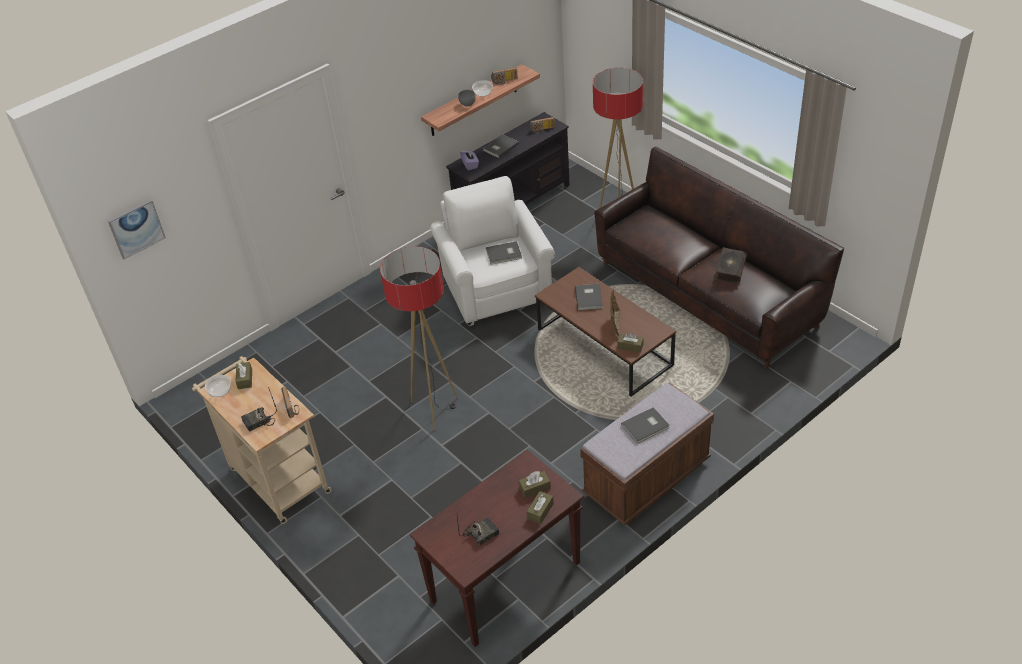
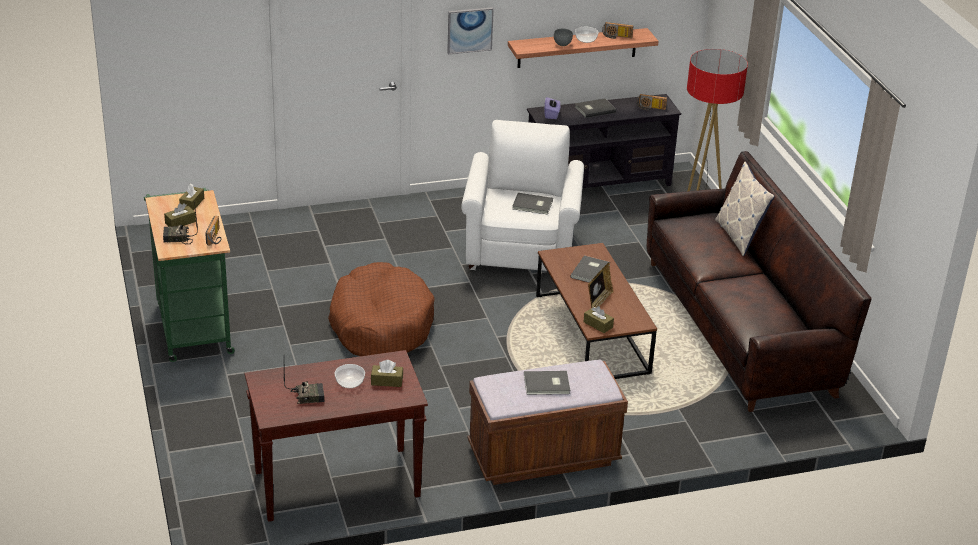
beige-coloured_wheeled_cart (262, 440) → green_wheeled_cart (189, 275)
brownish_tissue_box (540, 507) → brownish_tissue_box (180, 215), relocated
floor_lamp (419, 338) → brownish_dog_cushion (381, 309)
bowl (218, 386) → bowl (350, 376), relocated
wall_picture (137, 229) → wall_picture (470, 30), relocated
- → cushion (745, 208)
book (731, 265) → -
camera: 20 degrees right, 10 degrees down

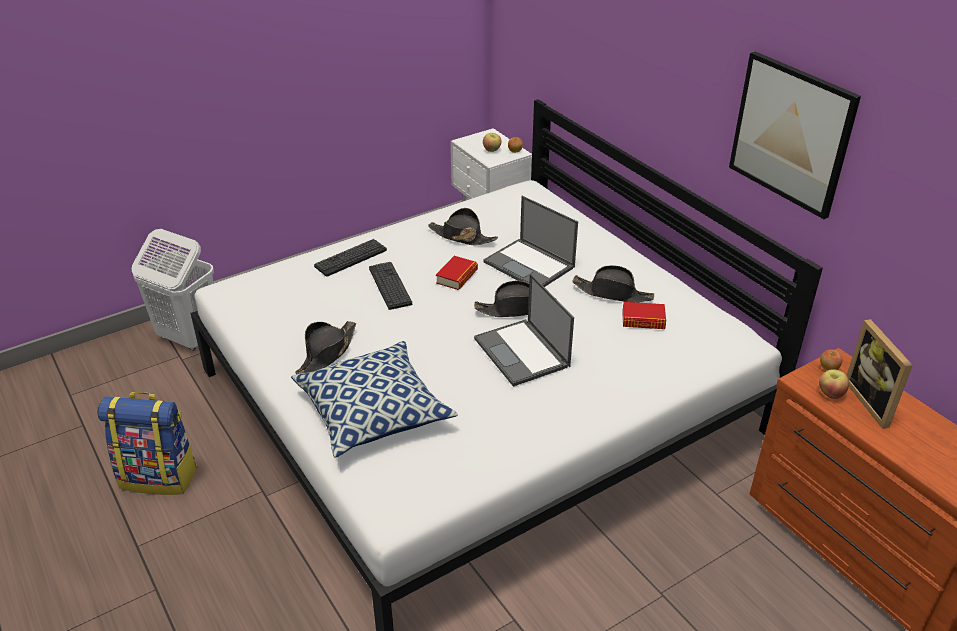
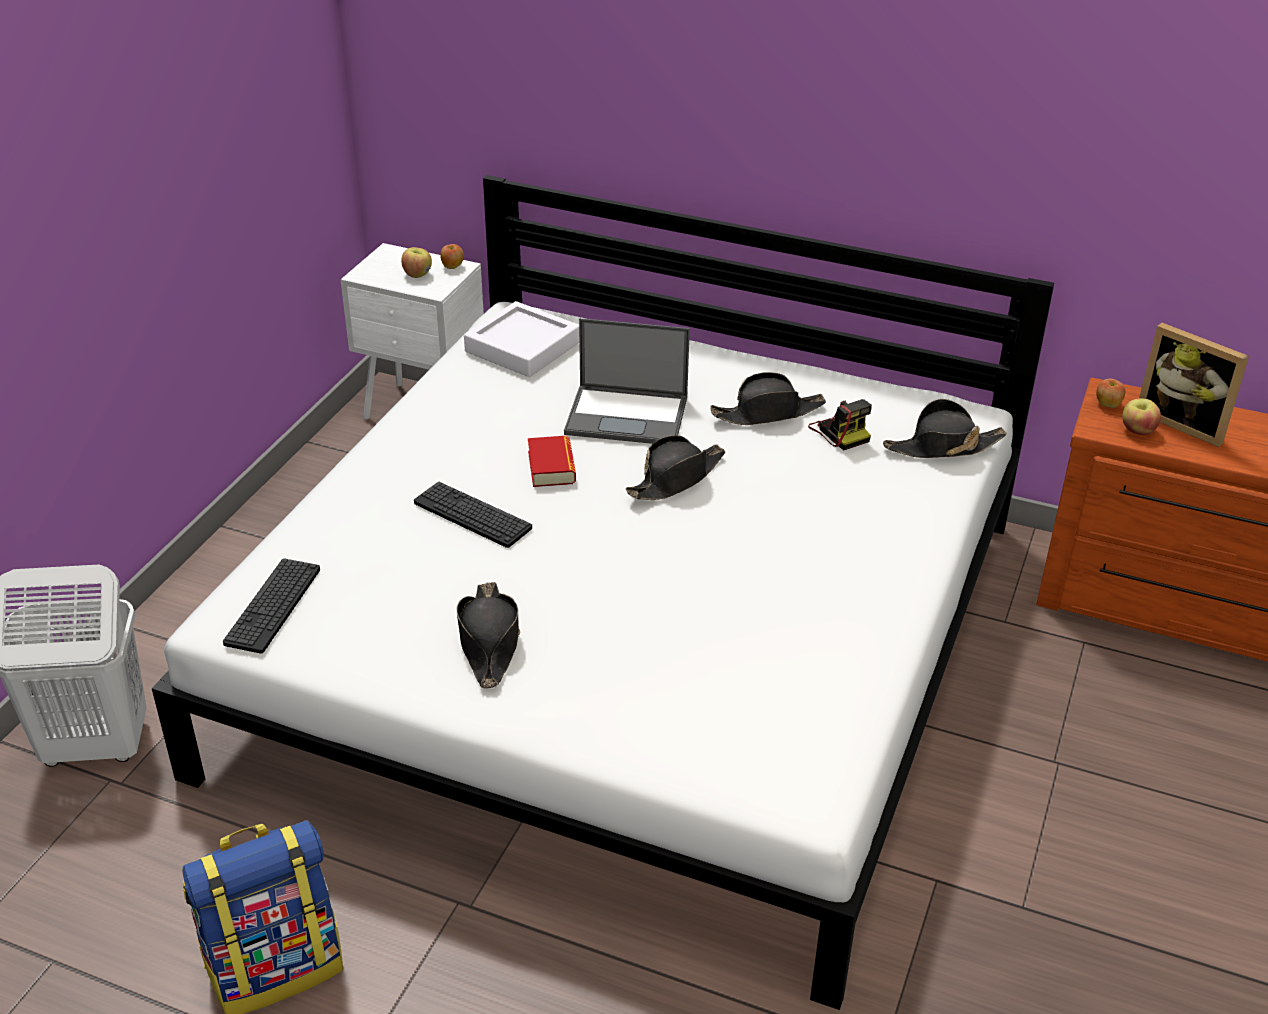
computer_keyboard (350, 258) → computer_keyboard (271, 606), relocated
- → white-coloured_serving_tray (521, 339)
book (644, 315) → still_camera (840, 424)
black_wearable_hat (463, 227) → black_wearable_hat (945, 428), relocated
cushion (374, 399) → -
notebook_computer (524, 330) → -
wall_picture (795, 135) → -
camera: 35 degrees left, 0 degrees up

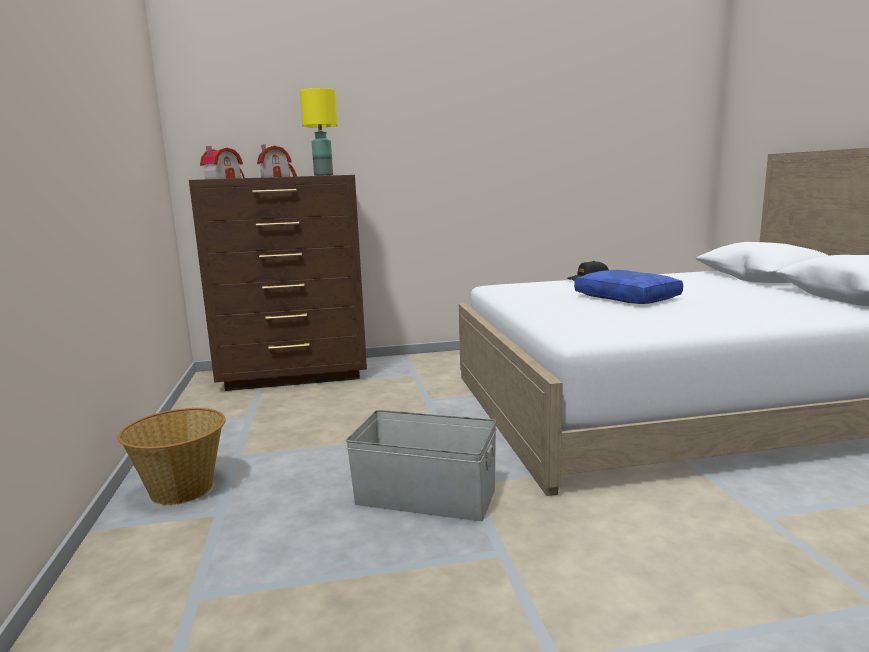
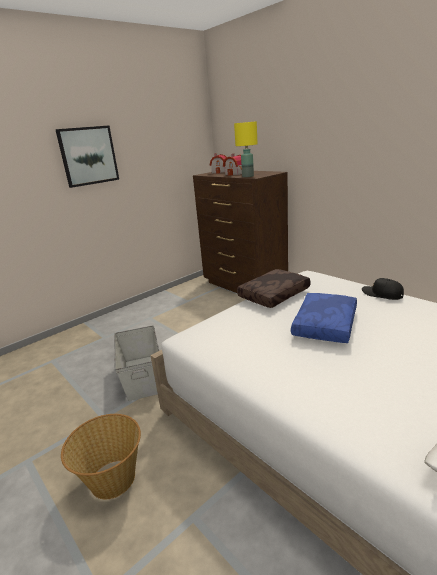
- → wall_picture (87, 157)
household_basket (172, 456) → household_basket (101, 456), relocated
- → brownish_cushion (273, 288)
camera: 60 degrees right, 10 degrees up

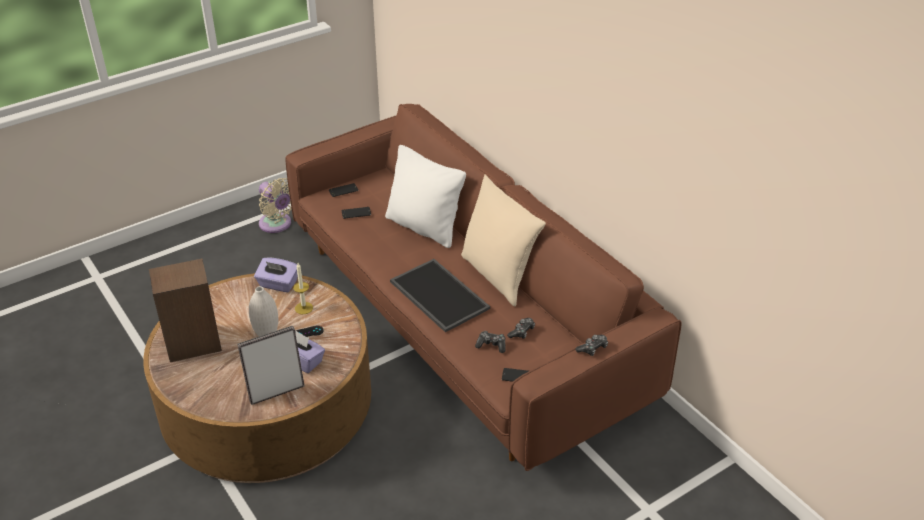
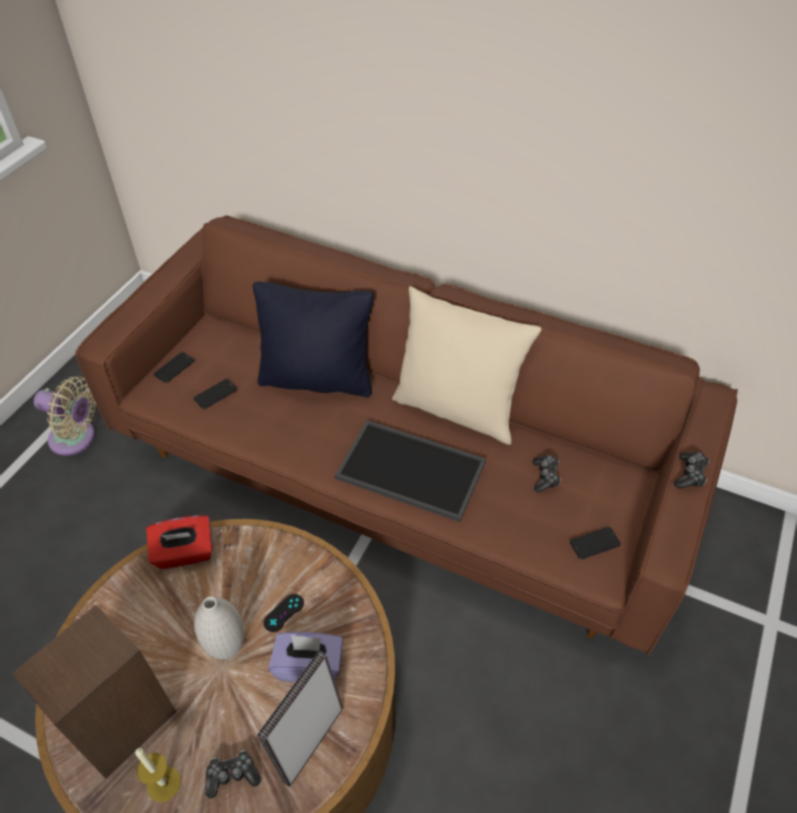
candle (303, 288) → candle (158, 775), relocated
purple_tissue_box (276, 274) → red-coloured_tissue_box (179, 542)
gamepad (490, 342) → gamepad (233, 774), relocated
white-coloured_cushion (425, 196) → black_cushion (313, 339)
camera: 30 degrees left, 10 degrees up

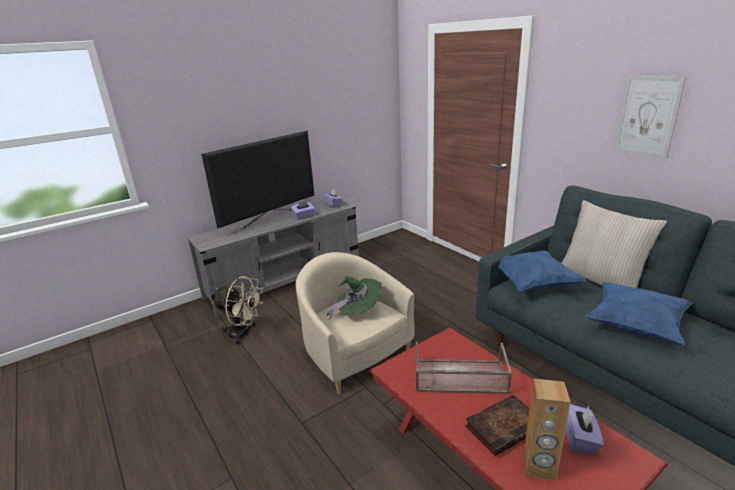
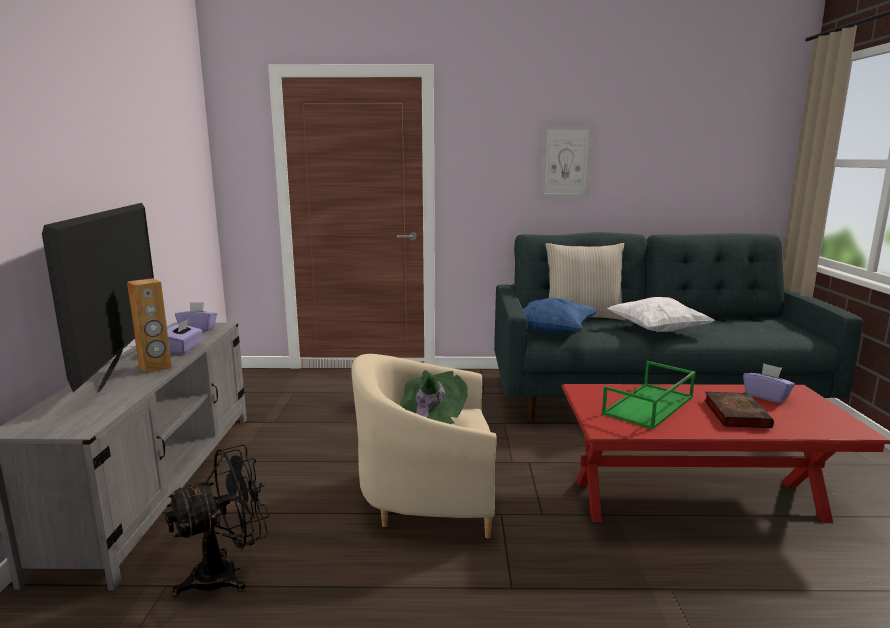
brownish_speaker (547, 430) → brownish_speaker (149, 326), relocated
beige-coloured_electric_fan (237, 310) → black_electric_fan (217, 520)
brownish_serving_tray (464, 368) → green_serving_tray (648, 395)
blue-coloured_cushion (638, 313) → white-coloured_cushion (661, 314)
camera: 55 degrees left, 10 degrees down

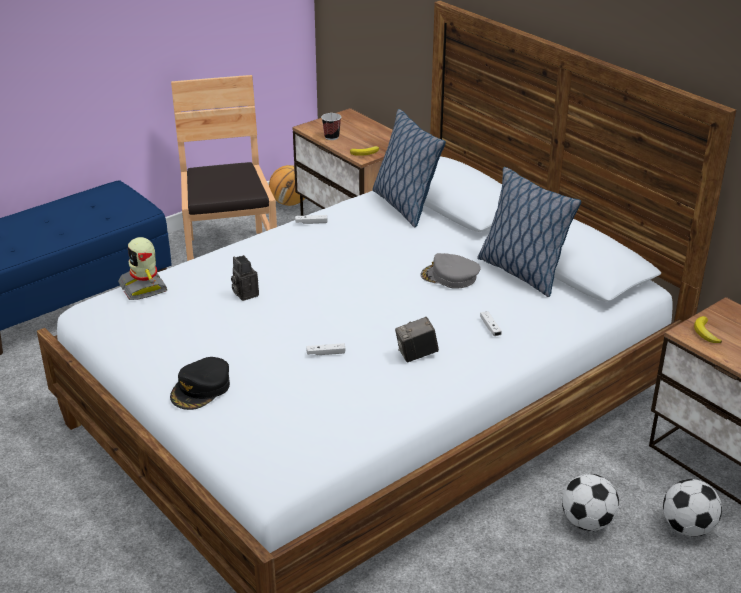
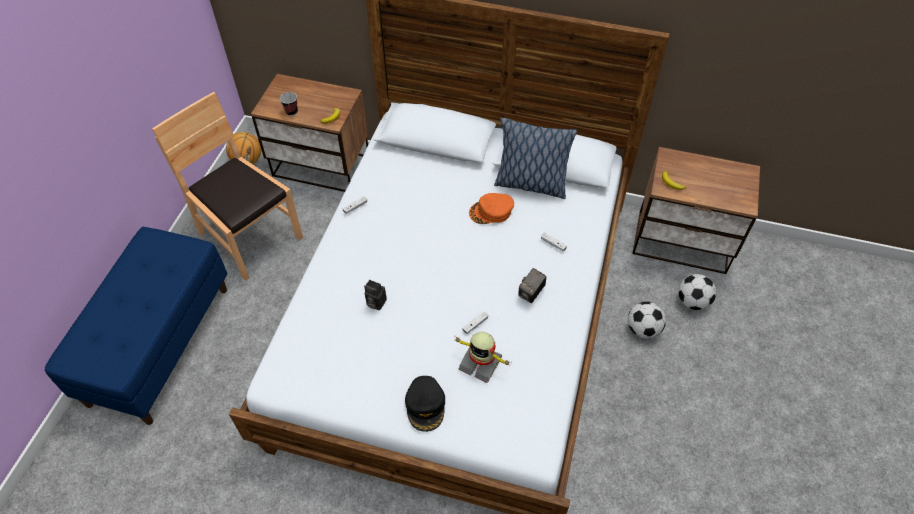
model_robot (142, 268) → model_robot (481, 357), relocated
grey_baseball_cap (450, 271) → orangey_baseball_cap (491, 208)
cushion (409, 168) → -
camera: 35 degrees left, 20 degrees up

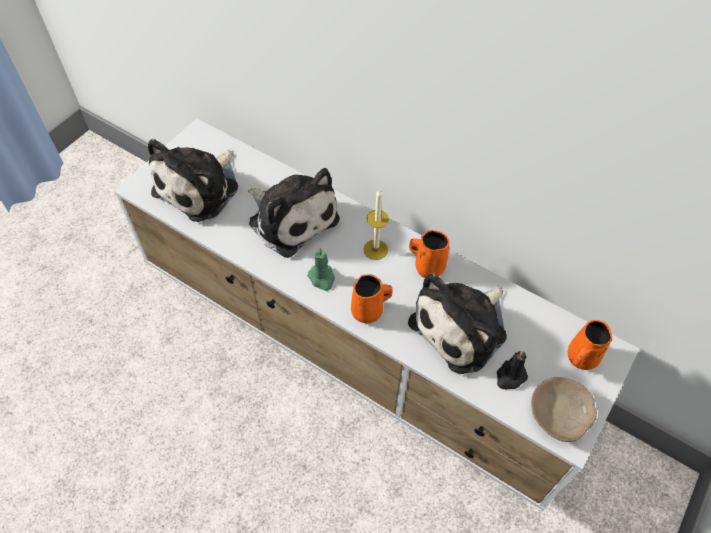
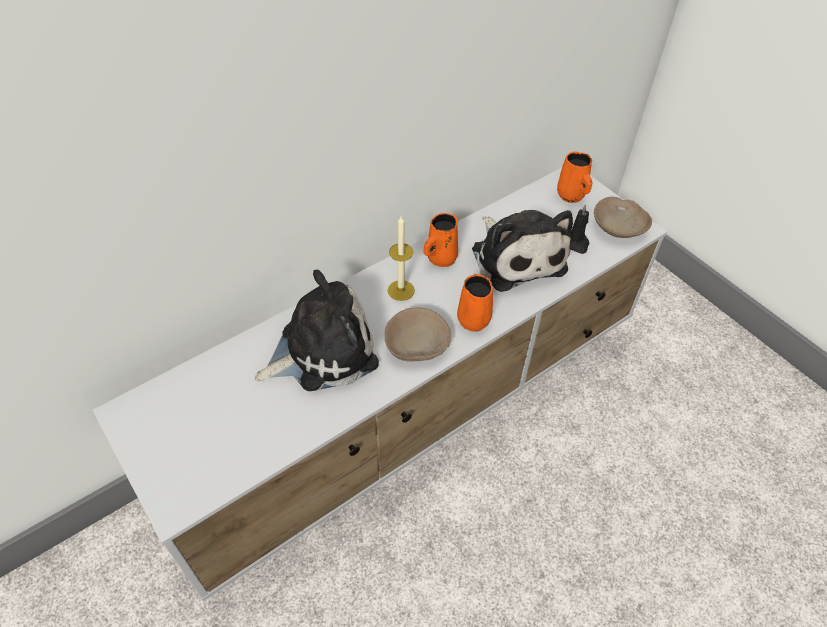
green_candle (321, 269) → beige-coloured_bowl (417, 335)
soft_toy (193, 180) → -
camera: 70 degrees left, 5 degrees down

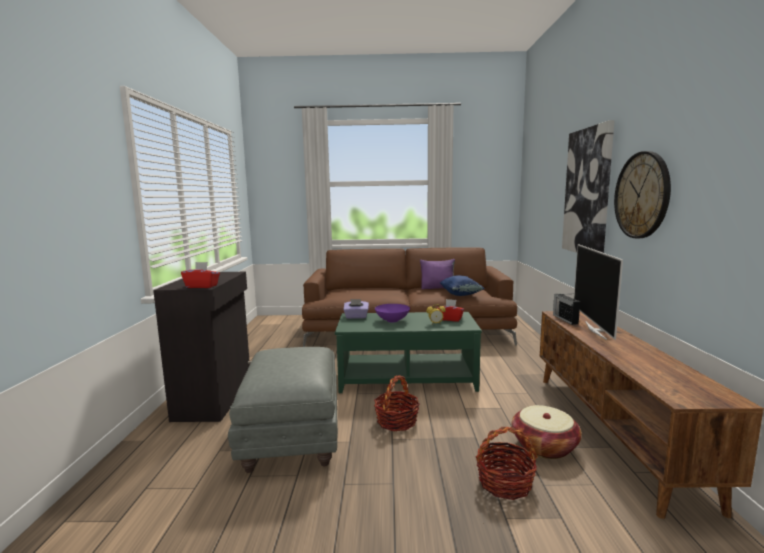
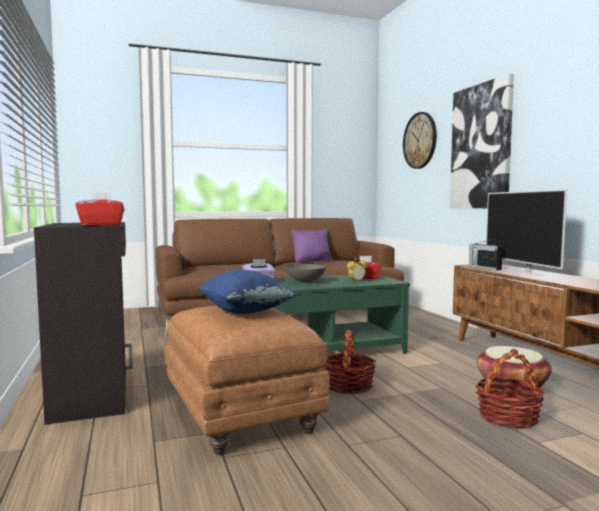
grey_ottoman (283, 410) → brownish_ottoman (247, 380)
blue-coloured_cushion (462, 285) → blue-coloured_cushion (247, 292), relocated
purple_bowl (392, 313) → grey_bowl (306, 273)
hanging_clock (642, 194) → hanging_clock (420, 140), relocated
camera: 20 degrees left, 5 degrees down

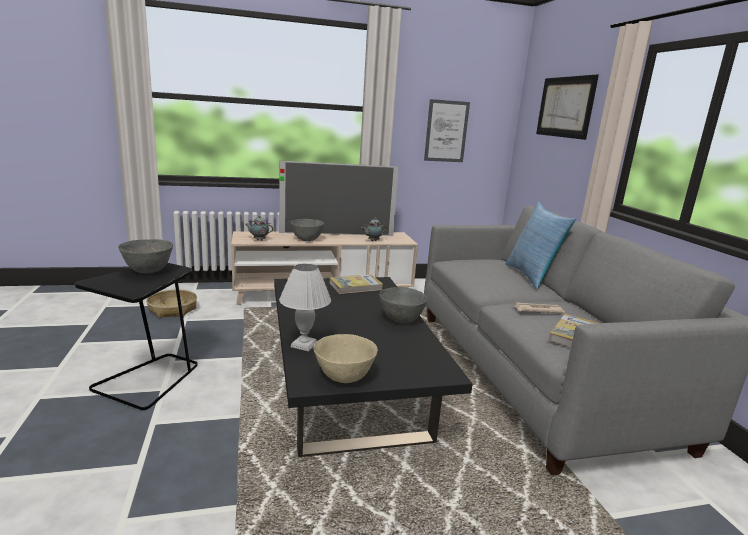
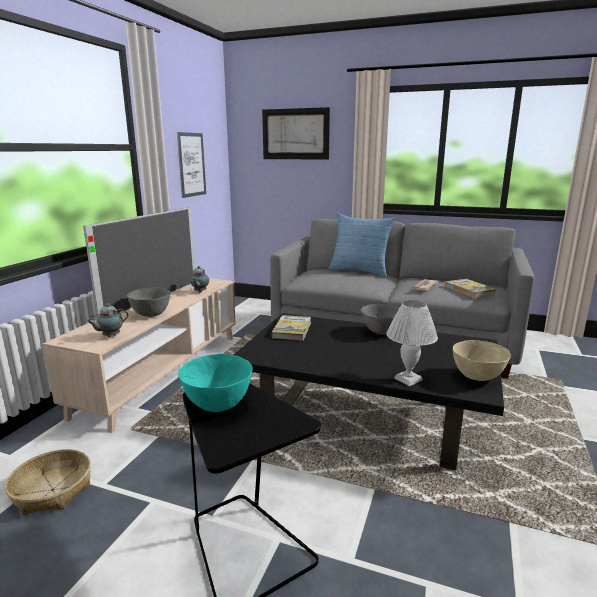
grey_bowl (145, 256) → turquoise-coloured_bowl (215, 383)
camera: 55 degrees left, 0 degrees up

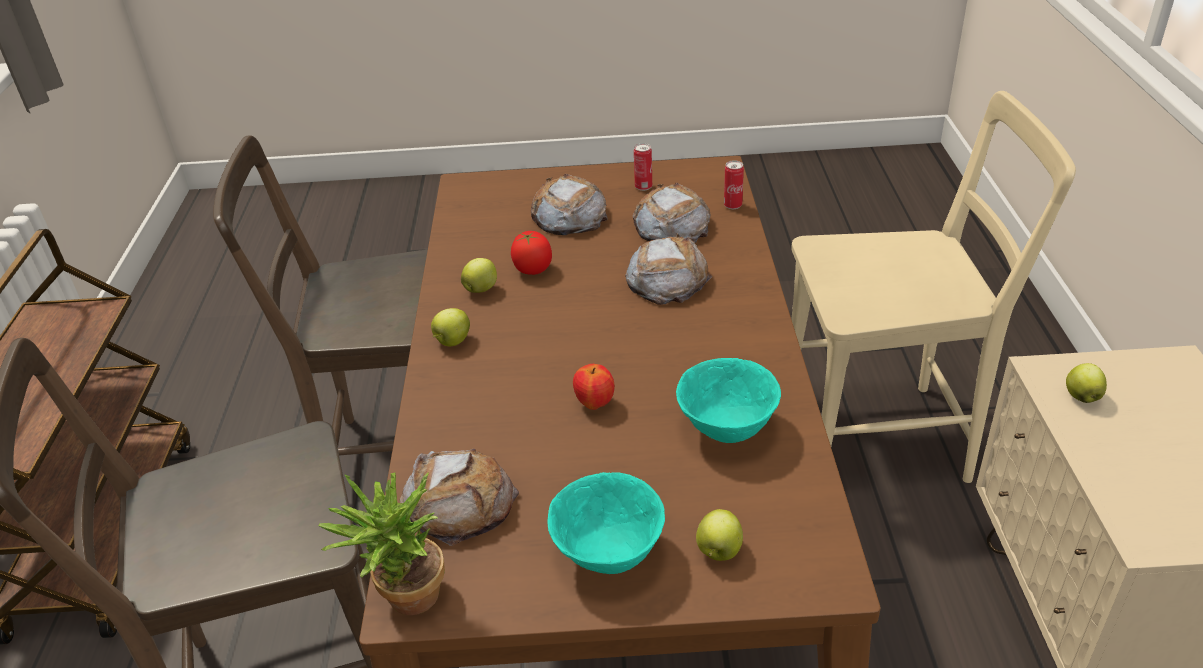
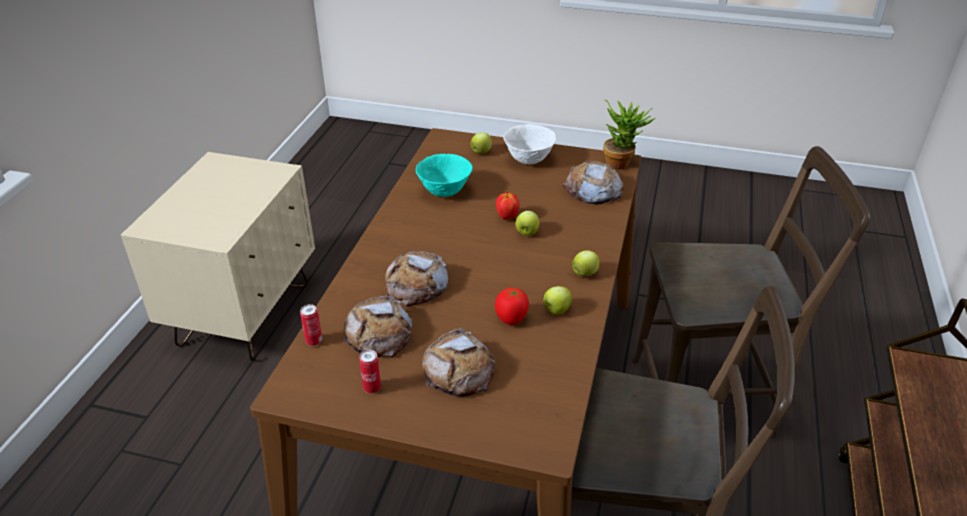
turquoise-coloured_bowl (606, 523) → white-coloured_bowl (529, 144)
apple_fruit (1086, 383) → apple_fruit (527, 223), relocated
beige-coloured_upright_chair (933, 287) → -
camera: 165 degrees left, 0 degrees up

